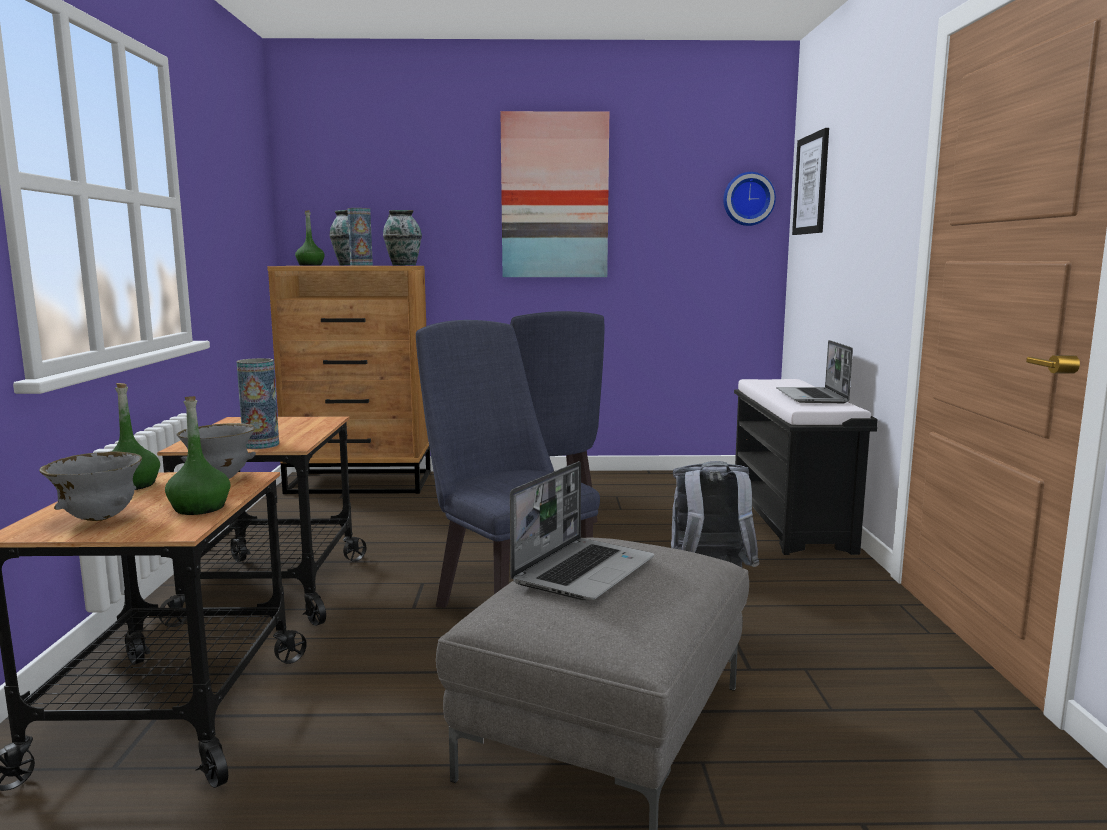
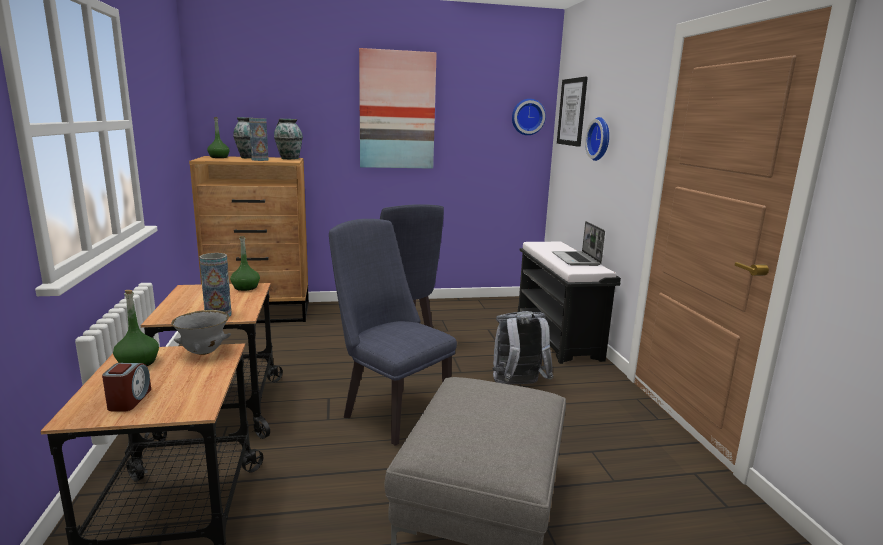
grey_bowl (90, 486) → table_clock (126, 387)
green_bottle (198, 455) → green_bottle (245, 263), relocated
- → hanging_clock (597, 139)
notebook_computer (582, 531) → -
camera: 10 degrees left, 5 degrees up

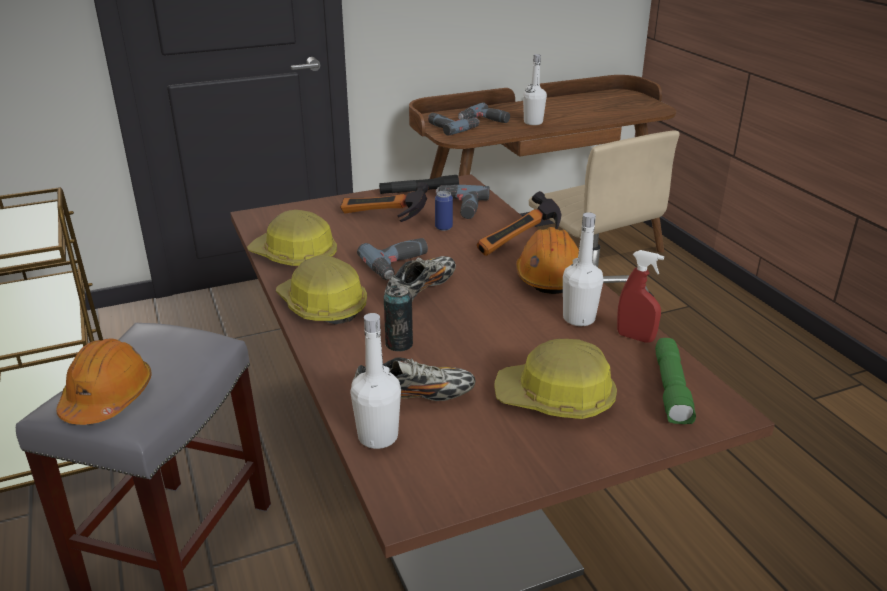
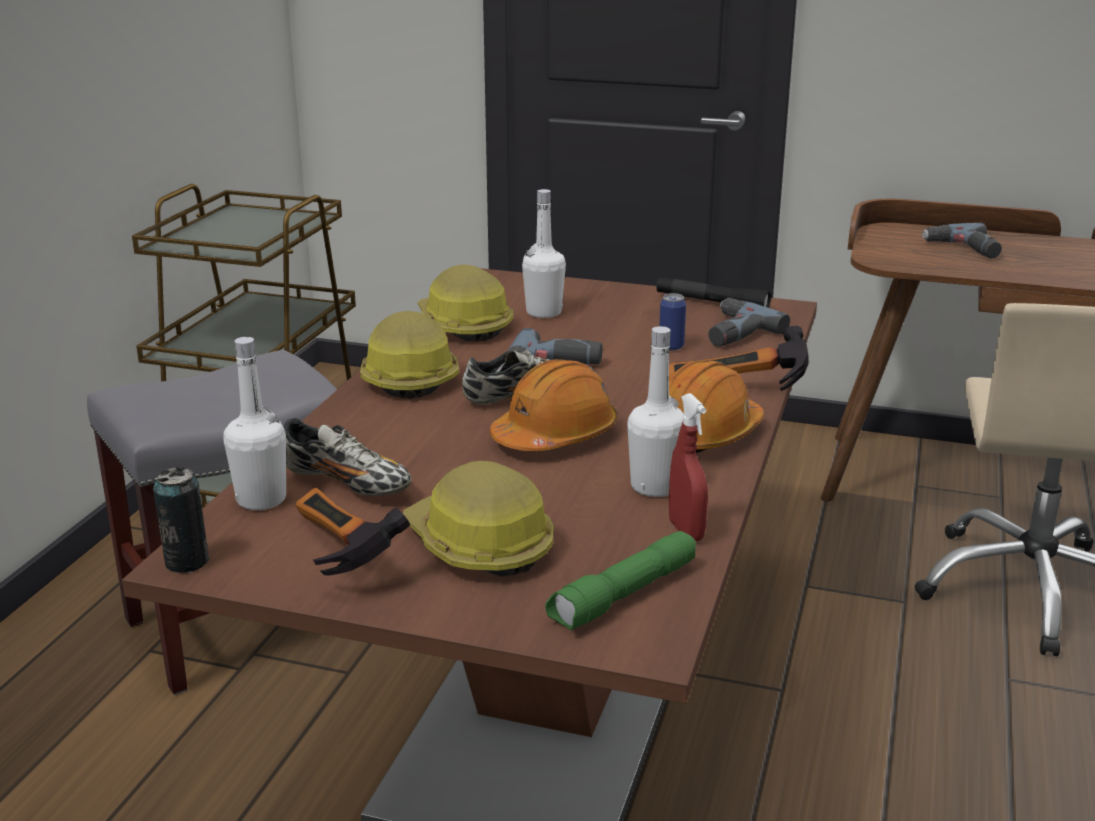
metal_can (398, 318) → metal_can (181, 520), relocated
hammer (384, 202) → hammer (352, 532), relocated
orangey_safety_helmet (104, 381) → orangey_safety_helmet (554, 405), relocated
white-coloured_bottle (535, 89) → white-coloured_bottle (544, 253), relocated
drill (454, 124) → -
camera: 40 degrees right, 5 degrees down

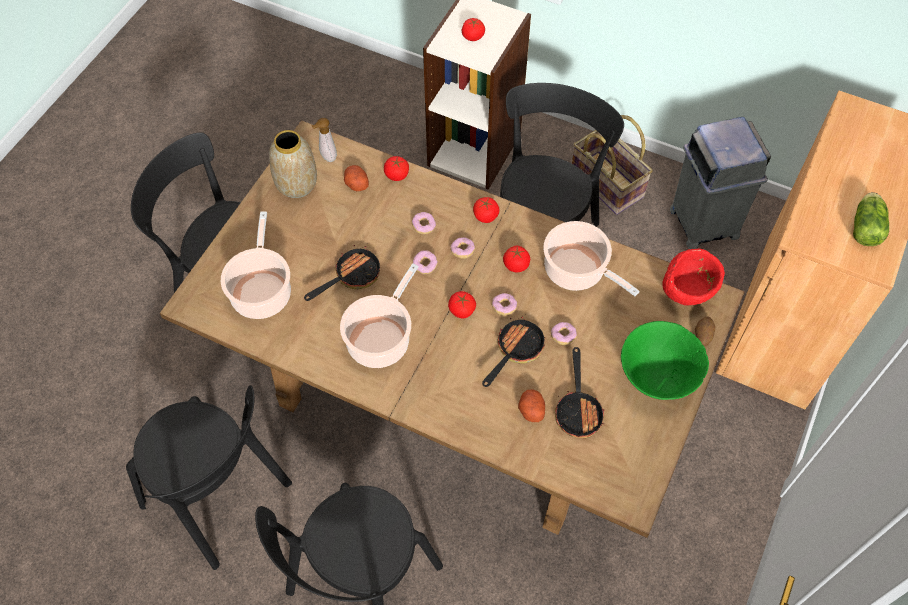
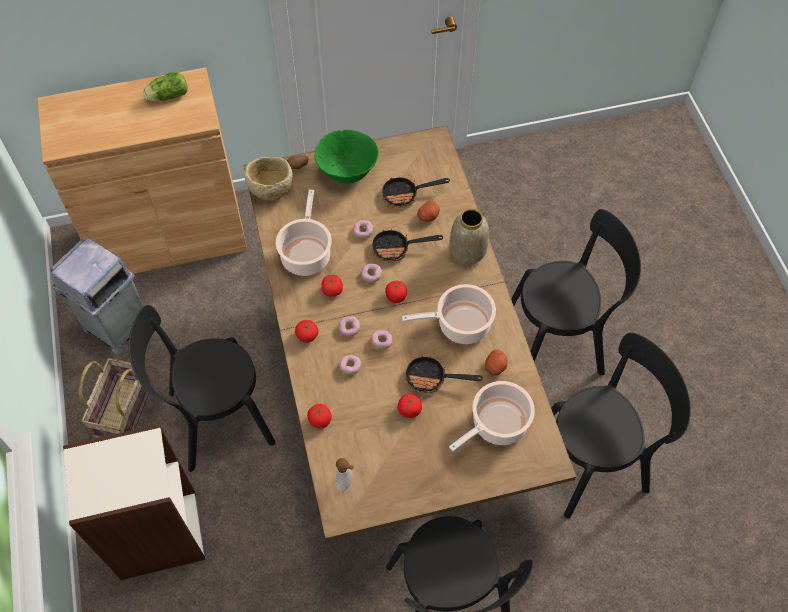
red-coloured_bowl (693, 277) → beige-coloured_bowl (268, 179)
pan (579, 392) → pan (416, 192), 150 degrees counterclockwise
tomato (473, 29) → tomato (409, 406), relocated
flower_vase (293, 164) → flower_vase (469, 237), relocated
spud (356, 178) → spud (496, 362), relocated
black_upright_chair (209, 477) → black_upright_chair (621, 426), 75 degrees clockwise
camera: 130 degrees left, 0 degrees up

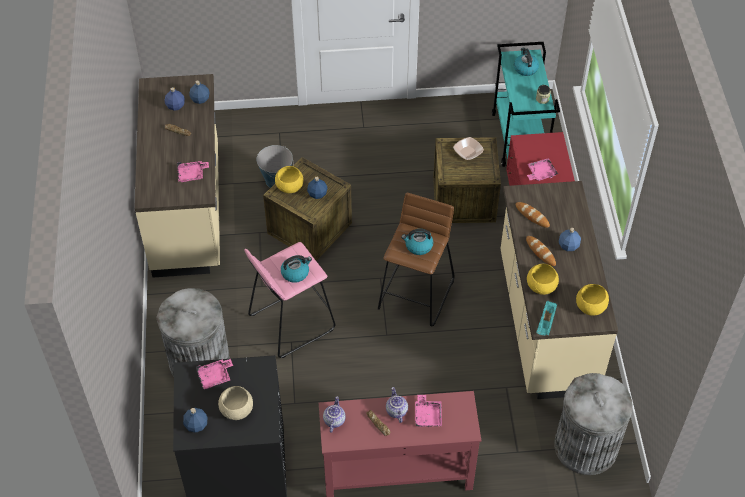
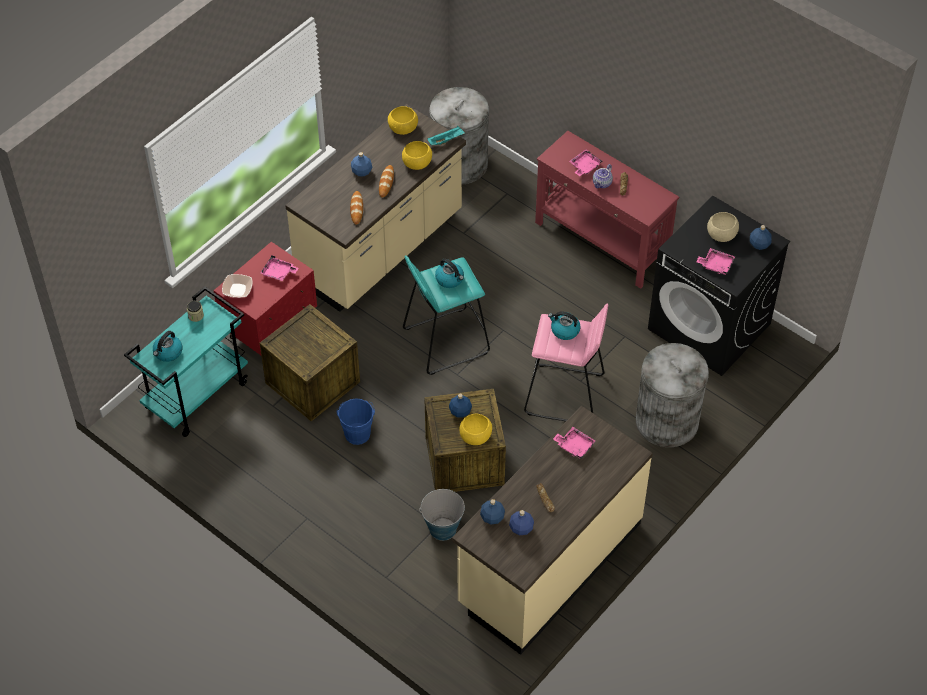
bowl (468, 148) → bowl (237, 286), relocated
- → blue-coloured_pail (356, 421)
brownish_stool (416, 260) → turquoise-coloured_stool (446, 315)
teapot (334, 414) → -
camera: 135 degrees left, 0 degrees up

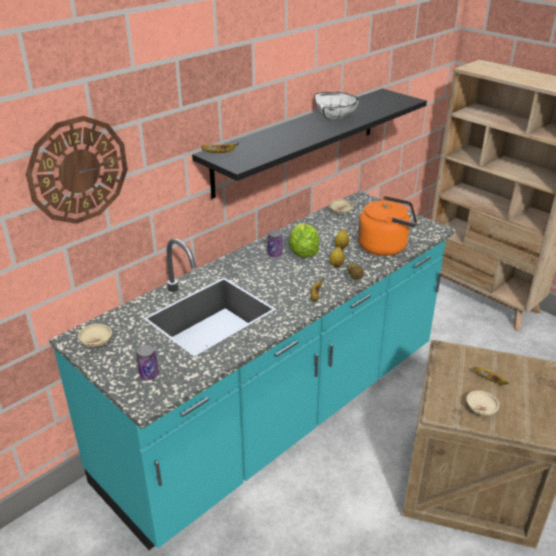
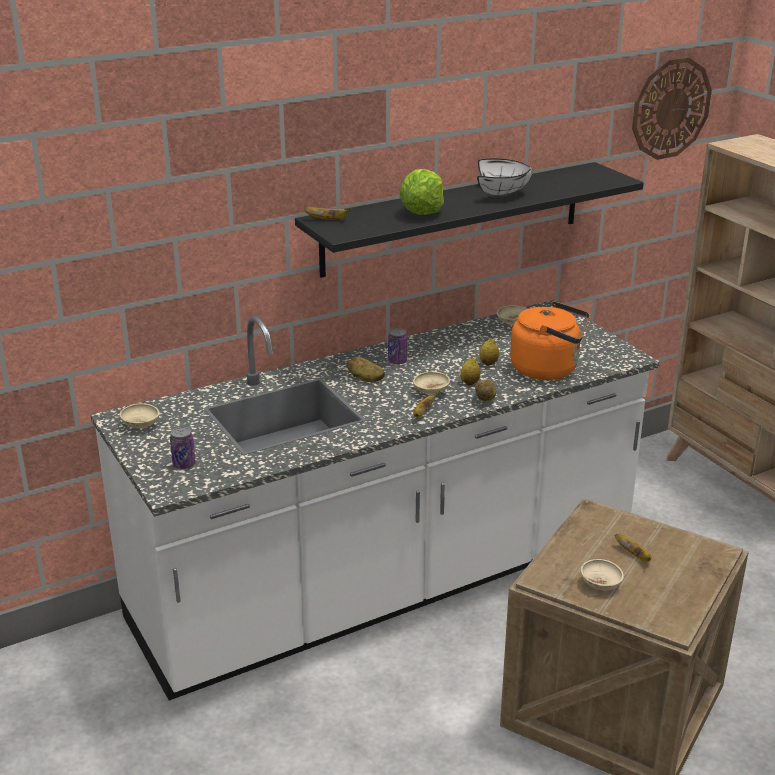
turquoise-coloured_kitchen_base_unit (252, 370) → white-coloured_kitchen_base_unit (375, 500)
- → spud (366, 369)
head_of_lettuce (304, 240) → head_of_lettuce (421, 192), relocated
- → beige-coloured_bowl (431, 383)
hanging_clock (77, 170) → hanging_clock (672, 108), relocated
camera: 15 degrees right, 5 degrees down

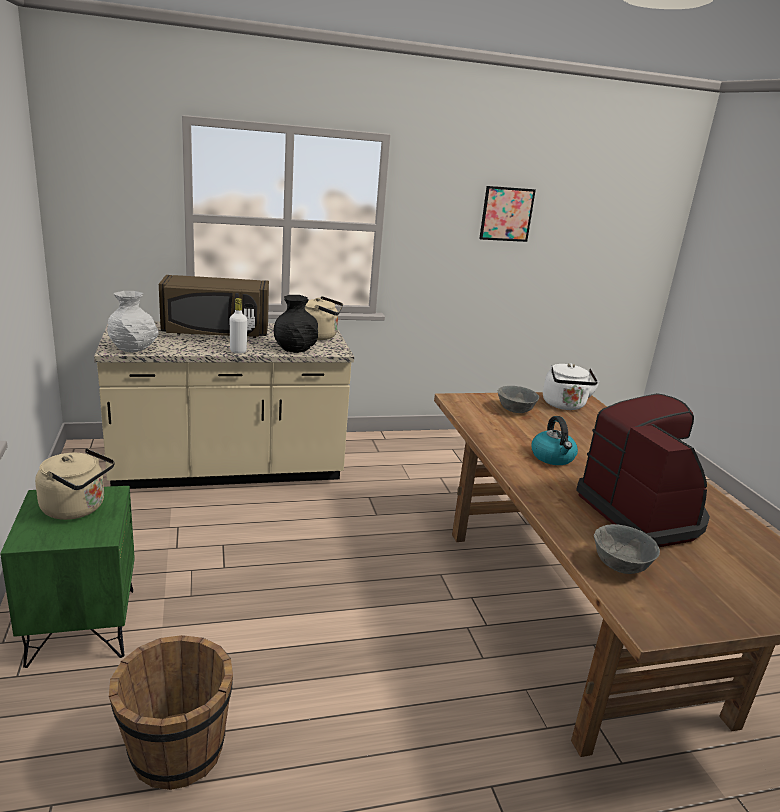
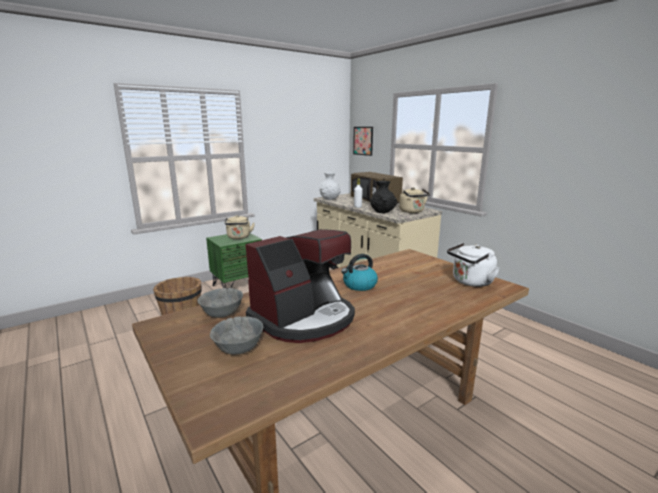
grey_bowl (518, 399) → grey_bowl (236, 335), relocated
wall_picture (507, 214) → wall_picture (363, 141), relocated
camera: 70 degrees right, 5 degrees down

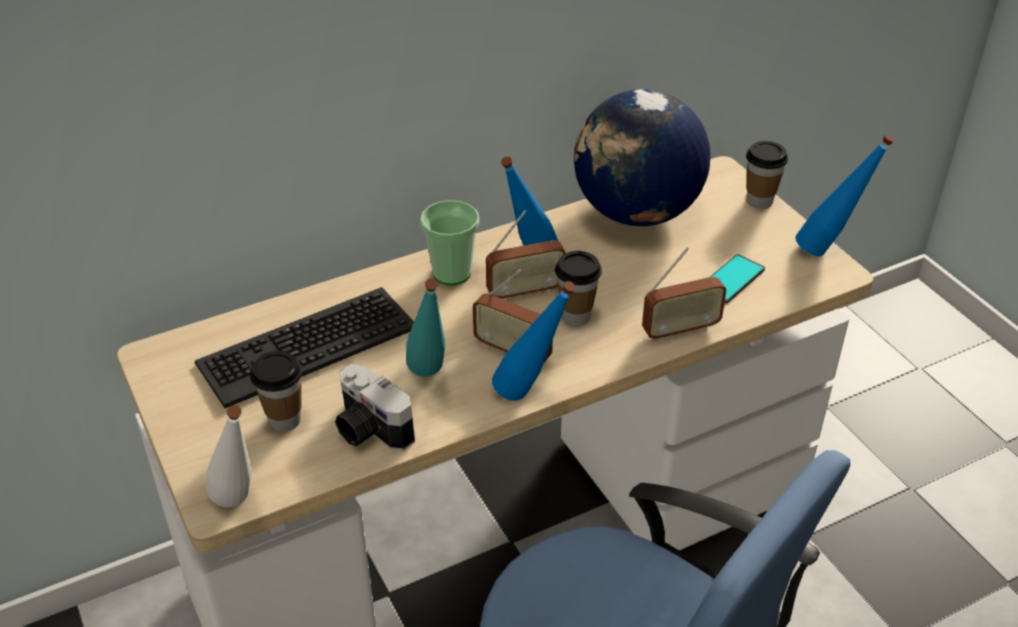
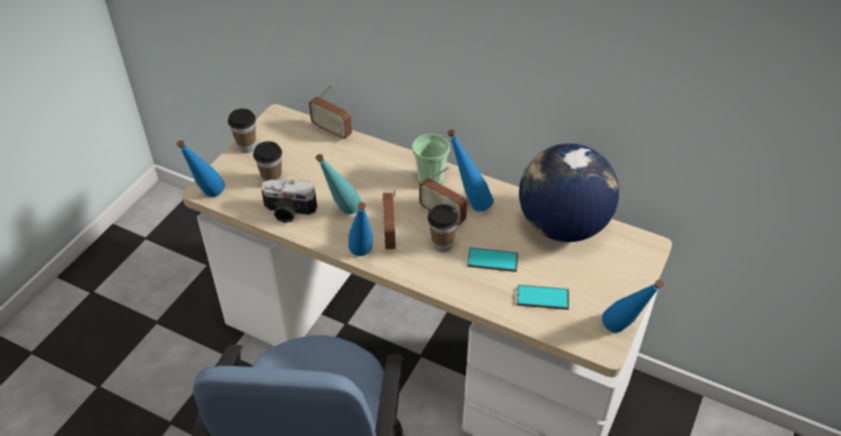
white-coloured_bottle (229, 456) → blue-coloured_bottle (201, 168)
small_cup (767, 175) → small_cup (242, 130), relocated
still_camera (375, 407) → still_camera (289, 201), 90 degrees counterclockwise
radio_set (684, 294) → radio_set (330, 111), relocated
- → telephone (492, 259)
computer_keyboard (304, 347) → -
camera: 55 degrees right, 5 degrees up

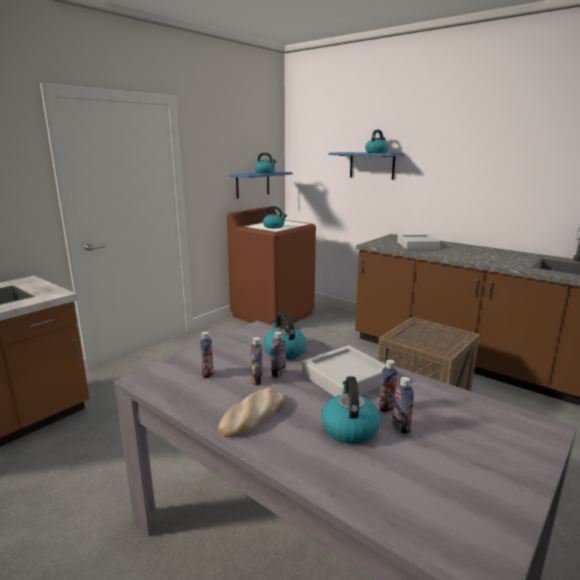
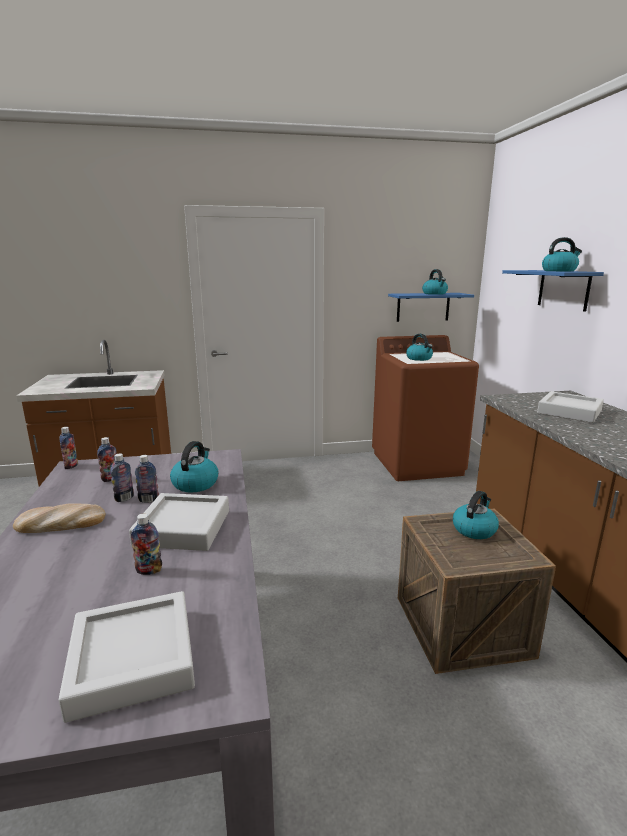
bottle (403, 405) → bottle (68, 448), relocated
- → grey_serving_tray (127, 657)
water_kettle (351, 410) → water_kettle (476, 515), relocated
camera: 40 degrees right, 0 degrees up

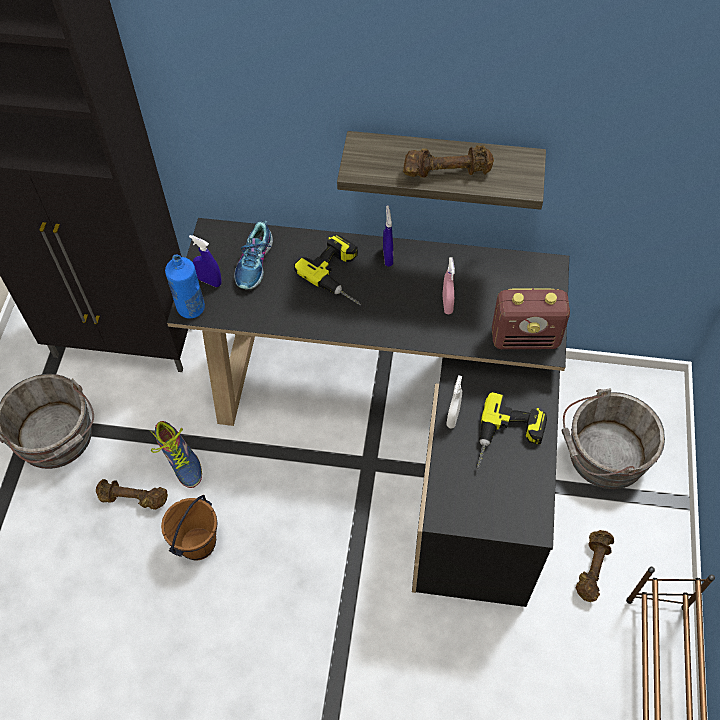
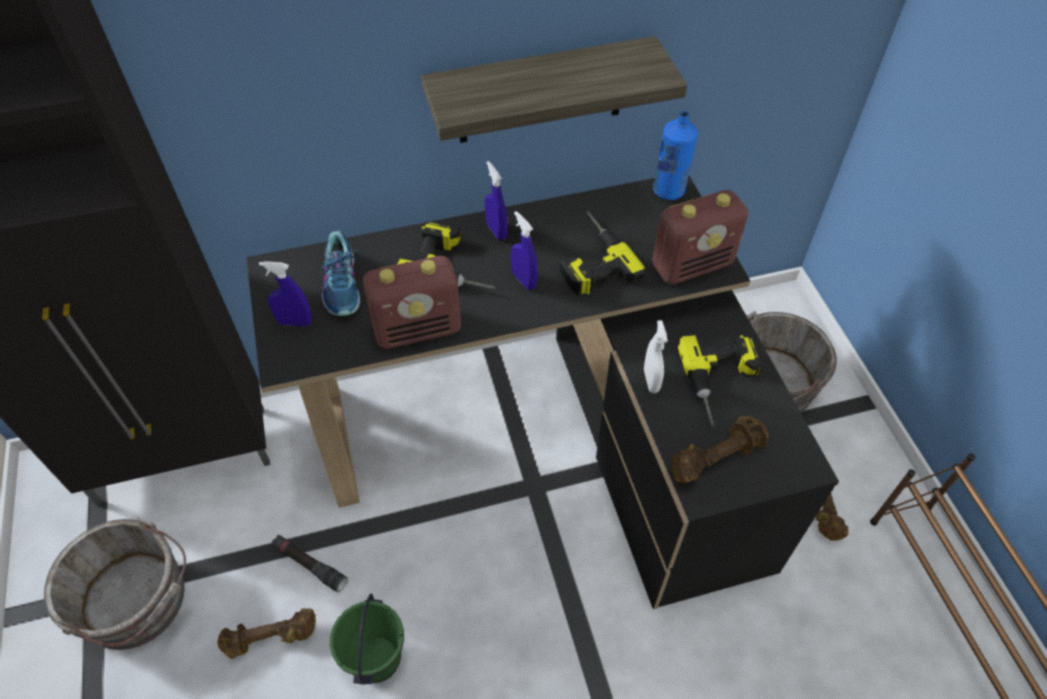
low_shoe (175, 454) → black_flashlight (309, 563)
brownish_pail (189, 527) → green_pail (367, 639)
- → radio_set (412, 302)
- → blue-coloured_sprayer (524, 250)
pink_sprayer (448, 285) → drill (602, 253)
blue-coloured_bottle (185, 286) → blue-coloured_bottle (675, 155), relocated
brownish_hand_weight (448, 161) → brownish_hand_weight (720, 449), relocated
camera: 25 degrees left, 5 degrees down

